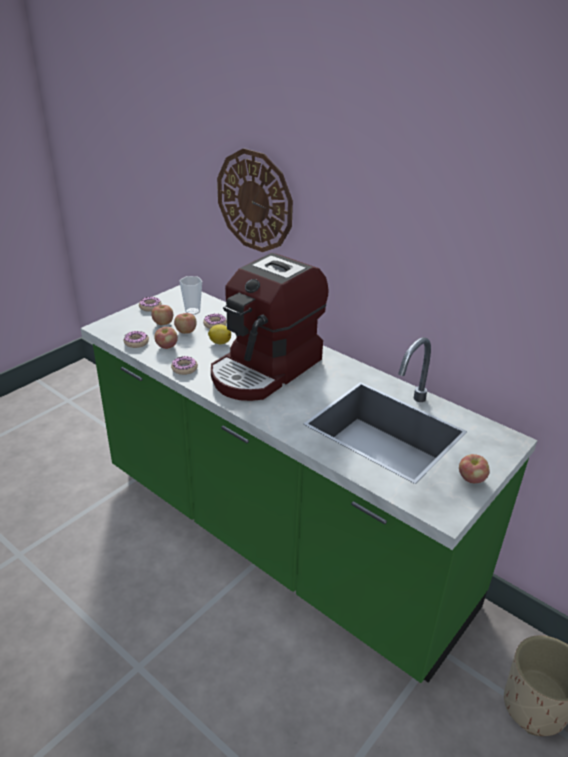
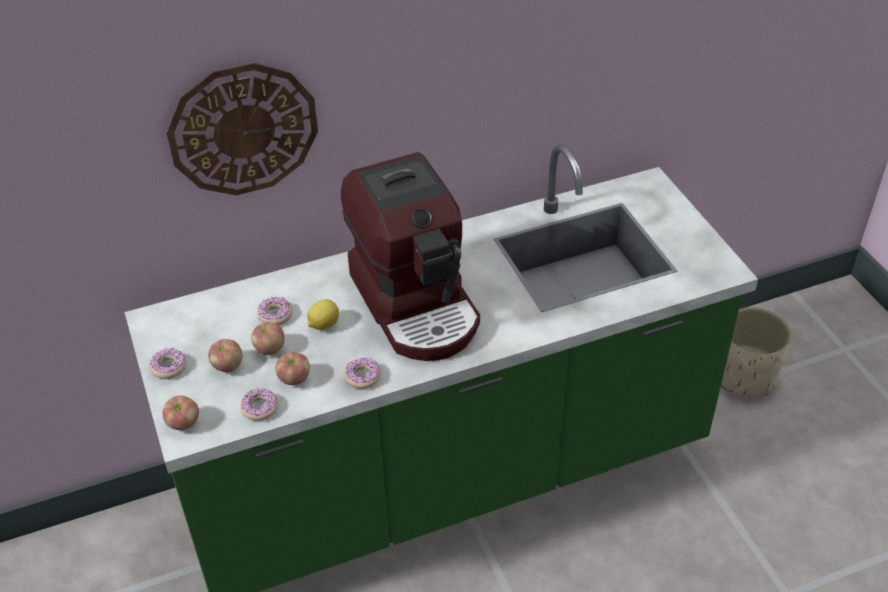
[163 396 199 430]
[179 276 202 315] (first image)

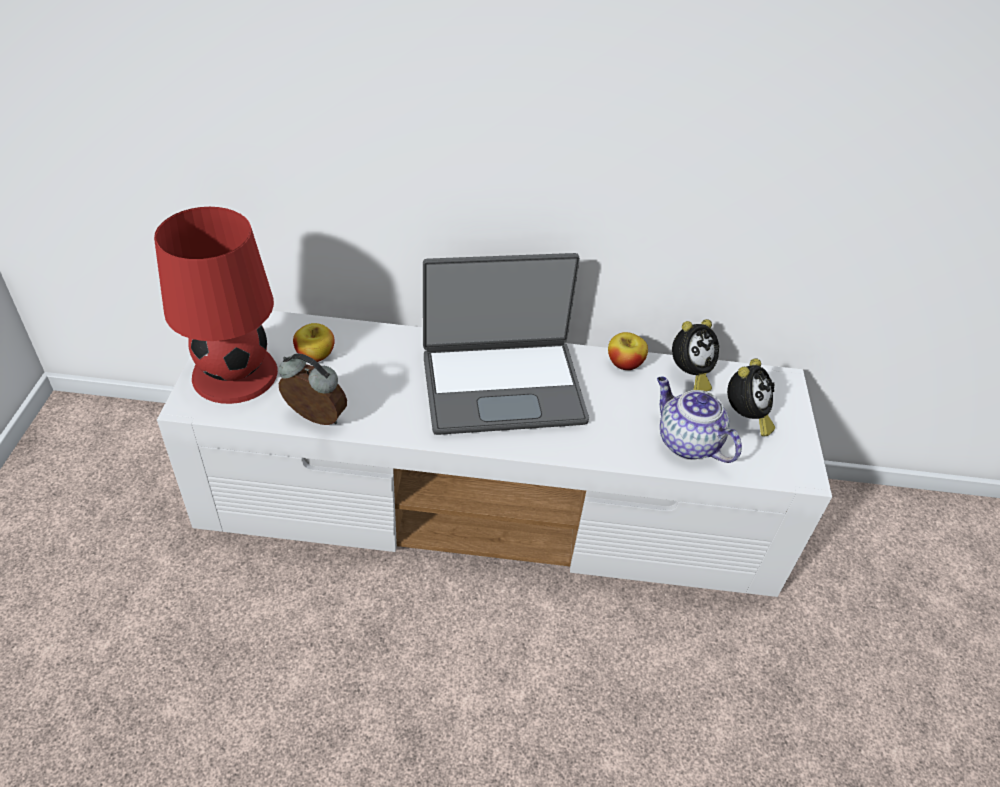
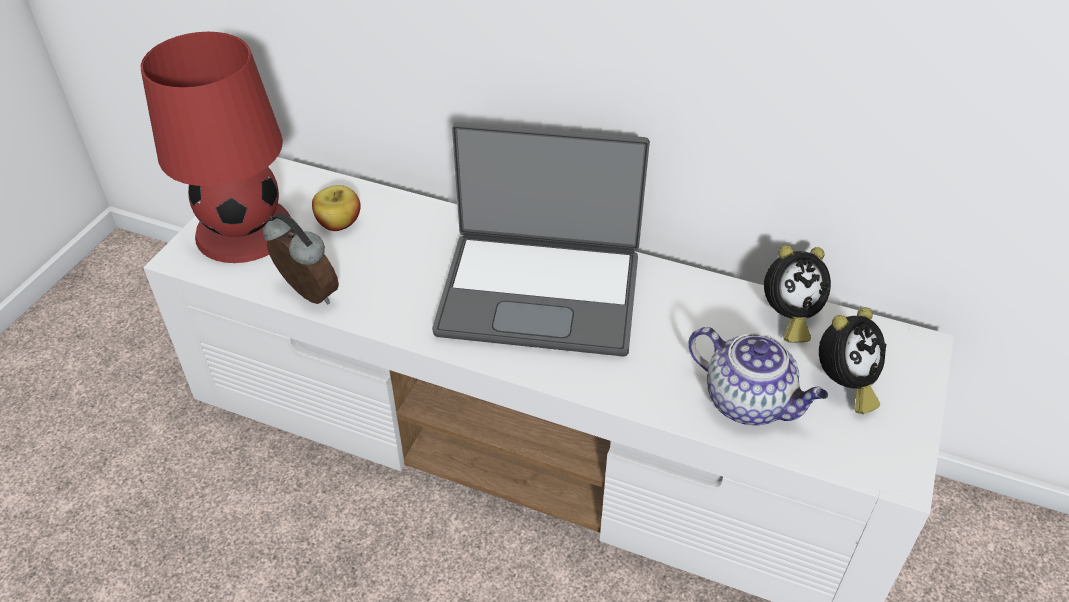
[688 327 828 426]
[608 332 648 370] (first image)

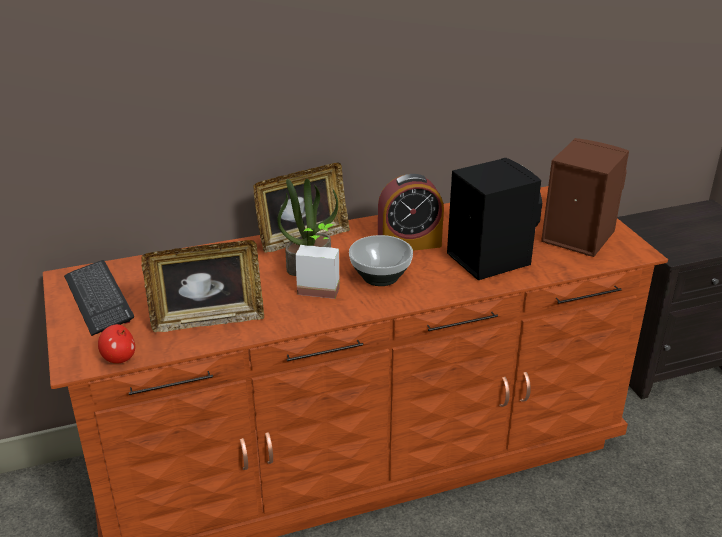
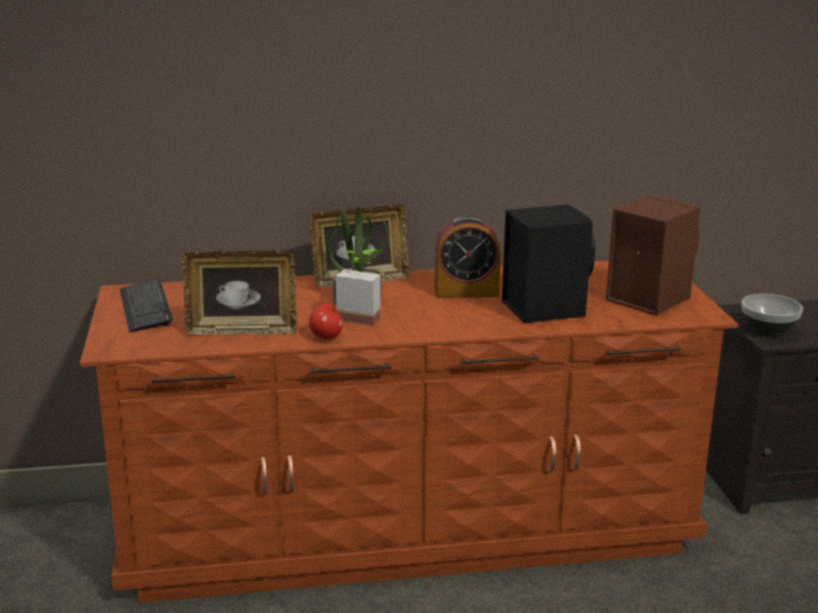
[309 304 343 340]
[741 294 803 337]

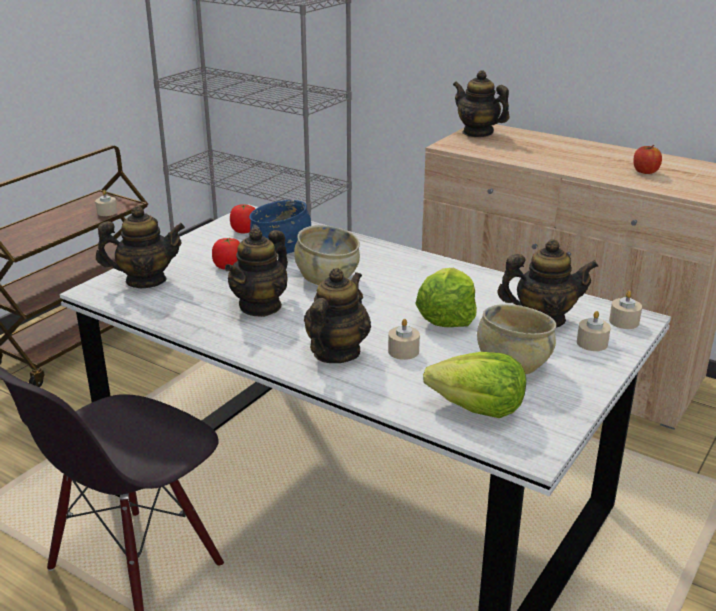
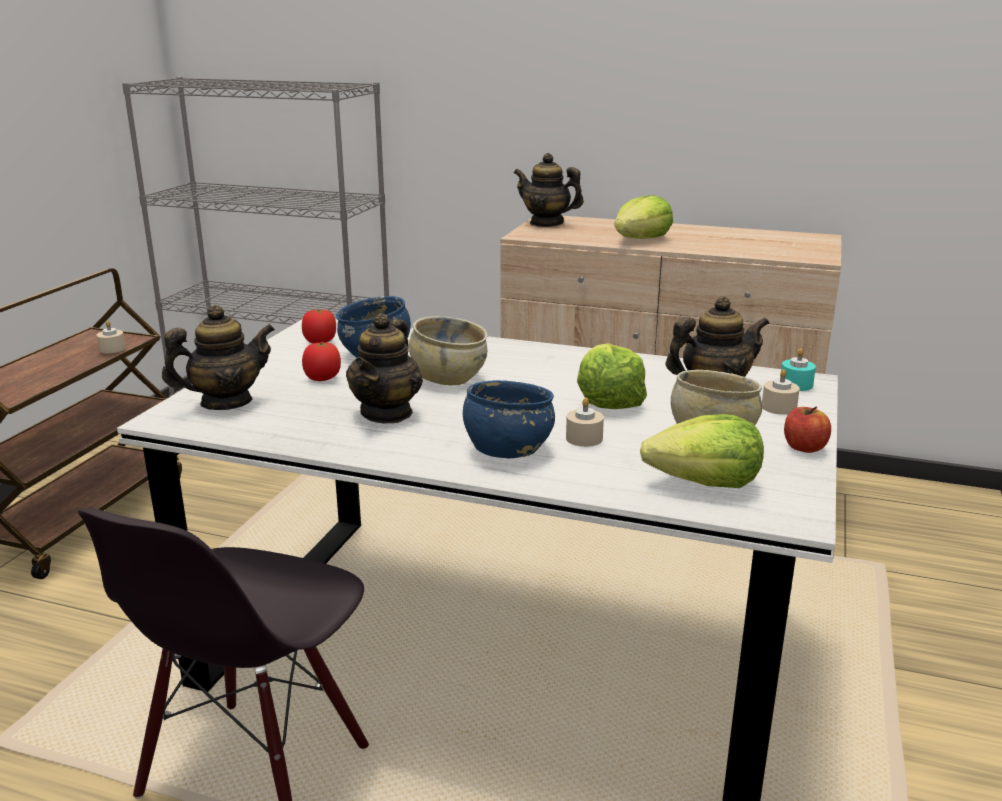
[463 380 555 458]
[614 195 673 239]
[780 348 816 391]
[784 407 831 453]

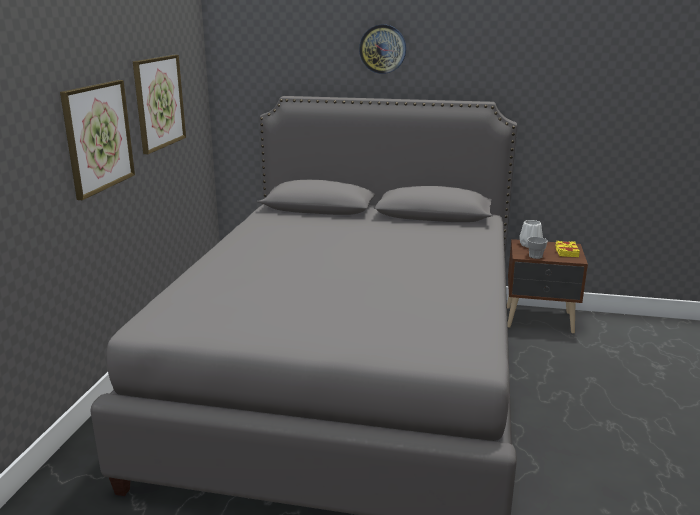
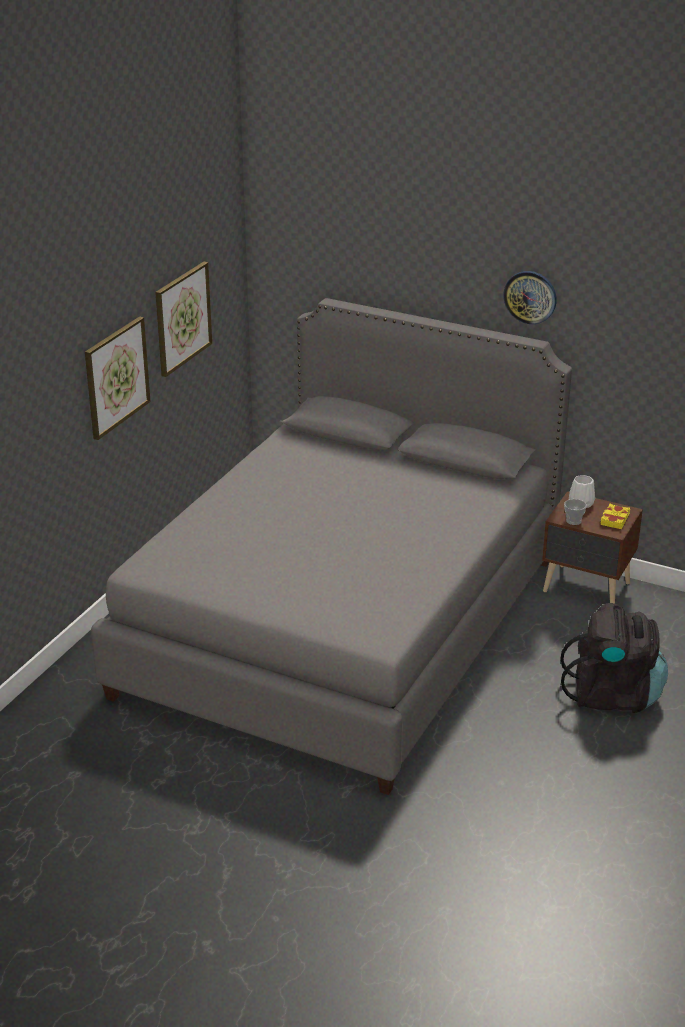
[503 271 557 324]
[560 603 668 713]

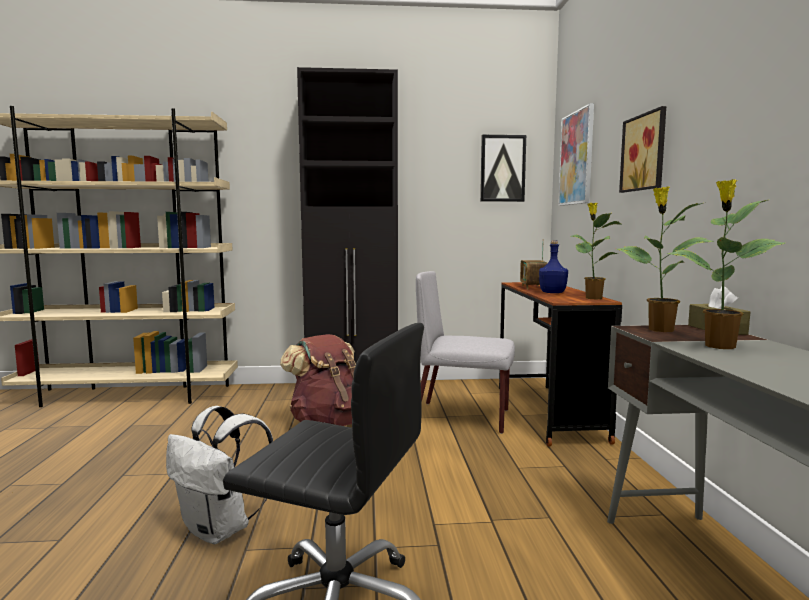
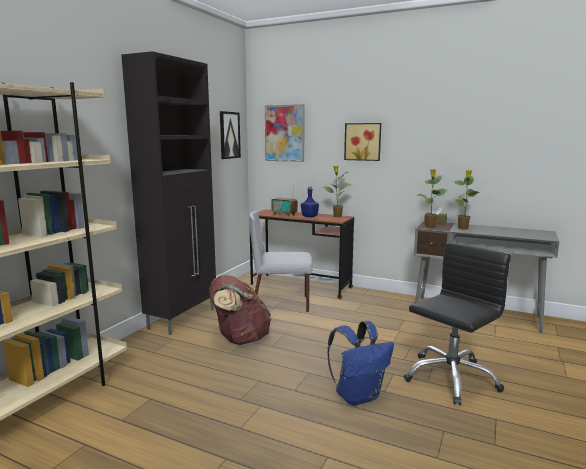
[249 210 313 312]
[327 321 394 406]

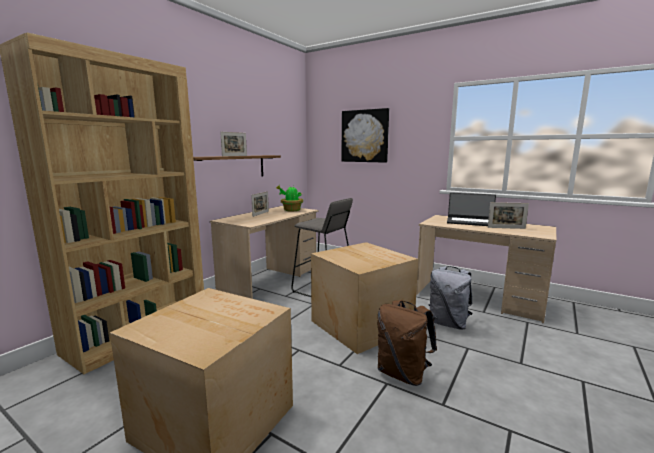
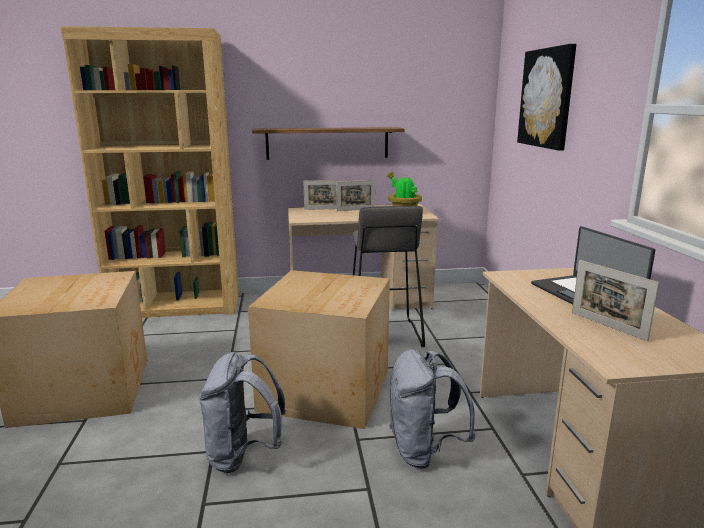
[198 352 286 473]
[303 180 344 210]

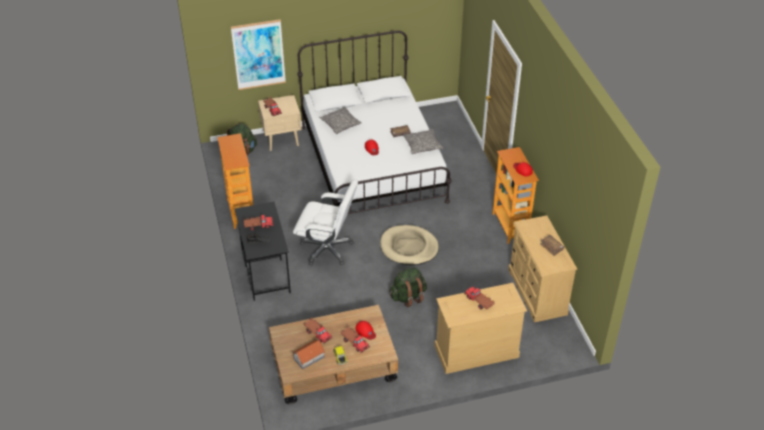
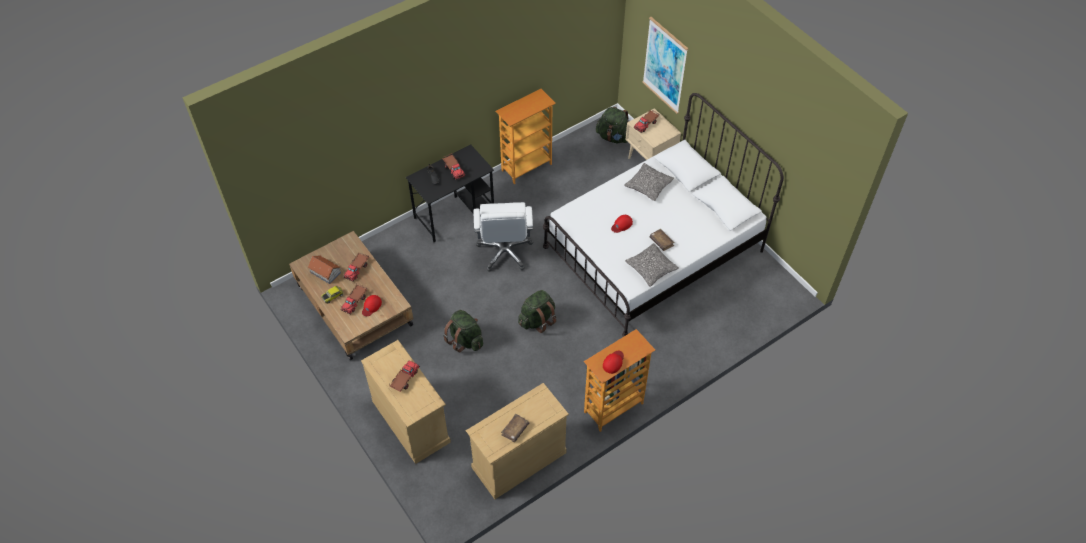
[518 290 556 333]

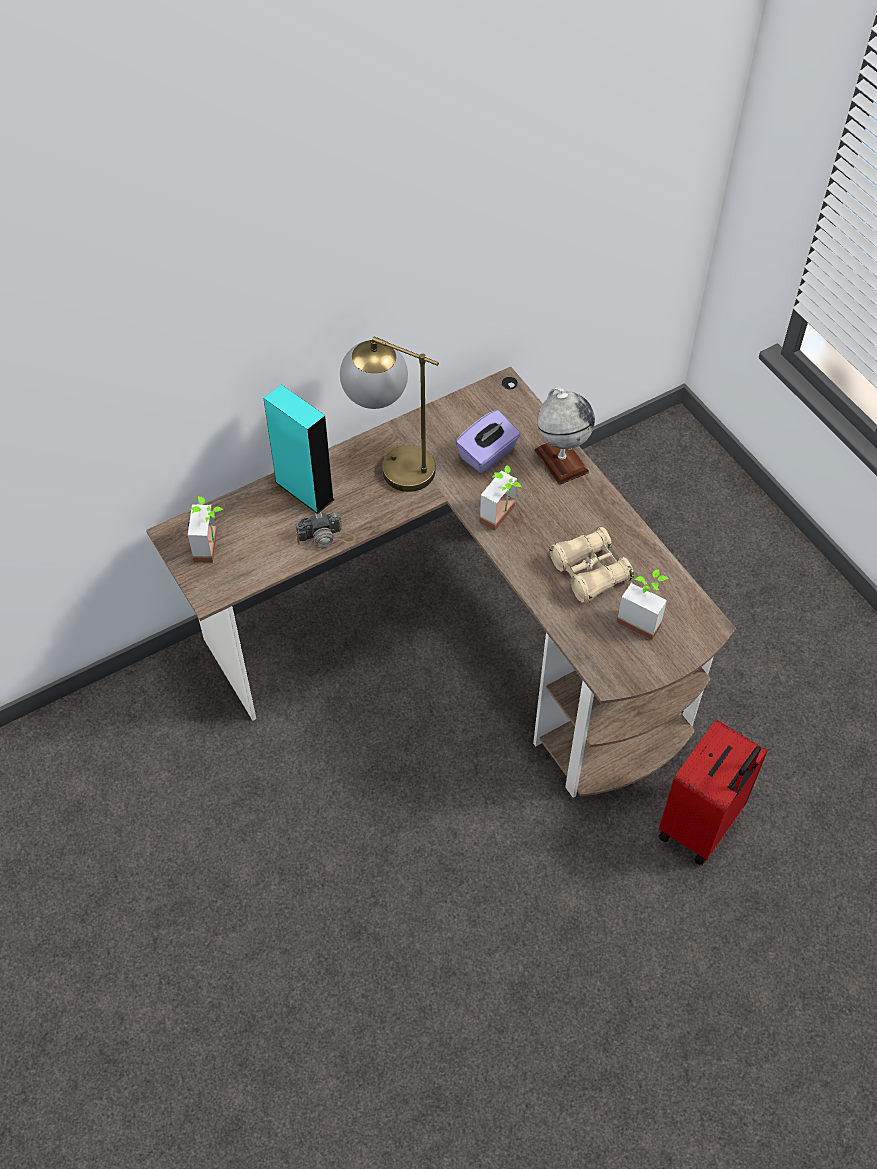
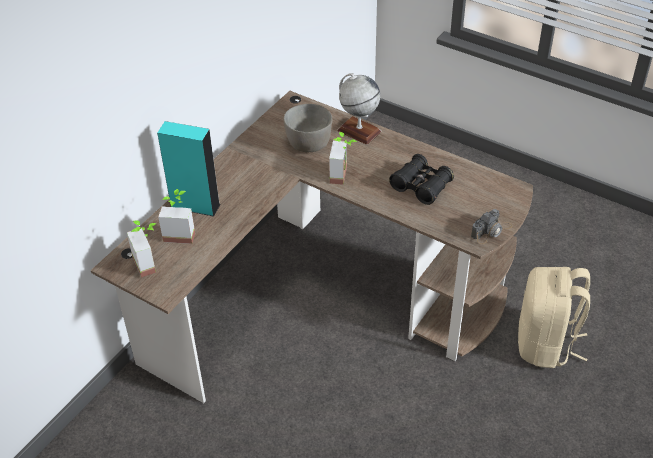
[158 189 195 244]
[284 104 333 152]
[389 154 454 205]
[471 209 513 244]
[518 267 590 368]
[340 337 439 492] (first image)

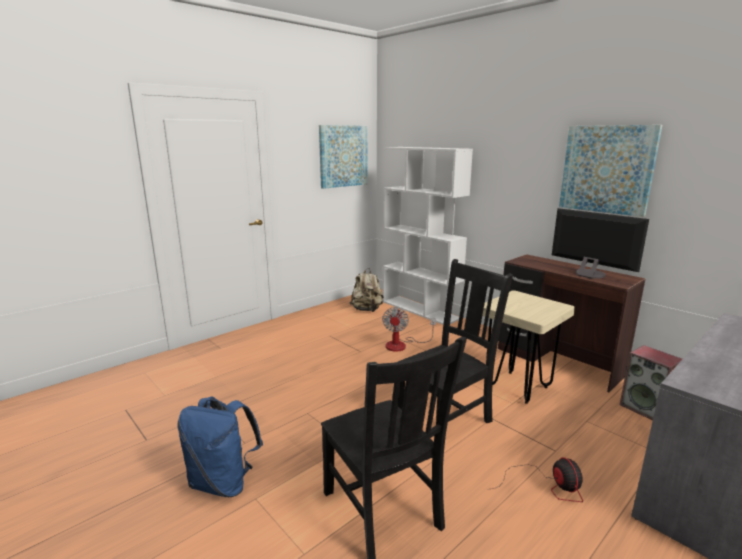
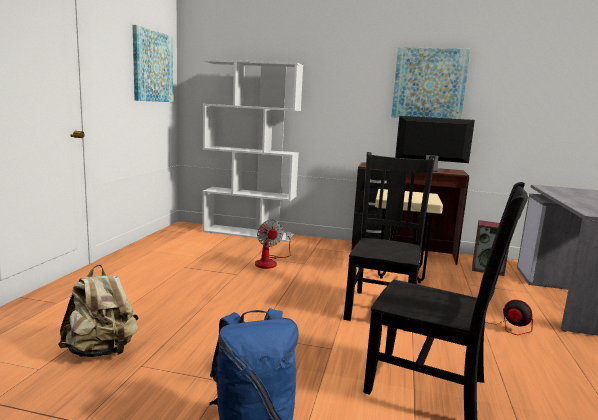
[58 265 139 357]

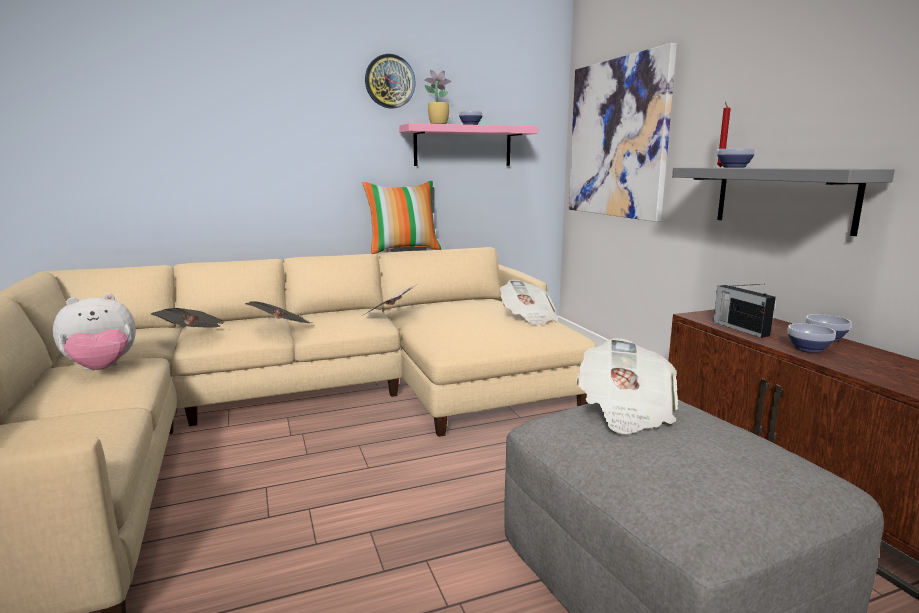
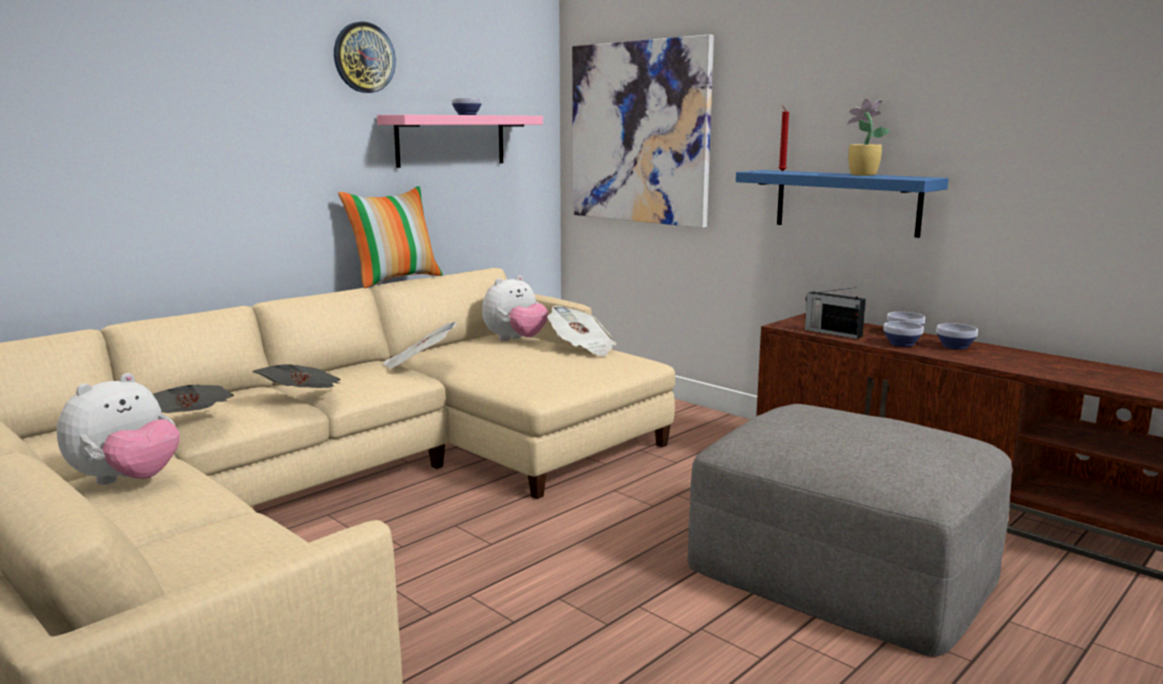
[482 275 548 341]
[736 170 949 238]
[847 98 890 176]
[936 323 978 350]
[576 338 678 434] (first image)

